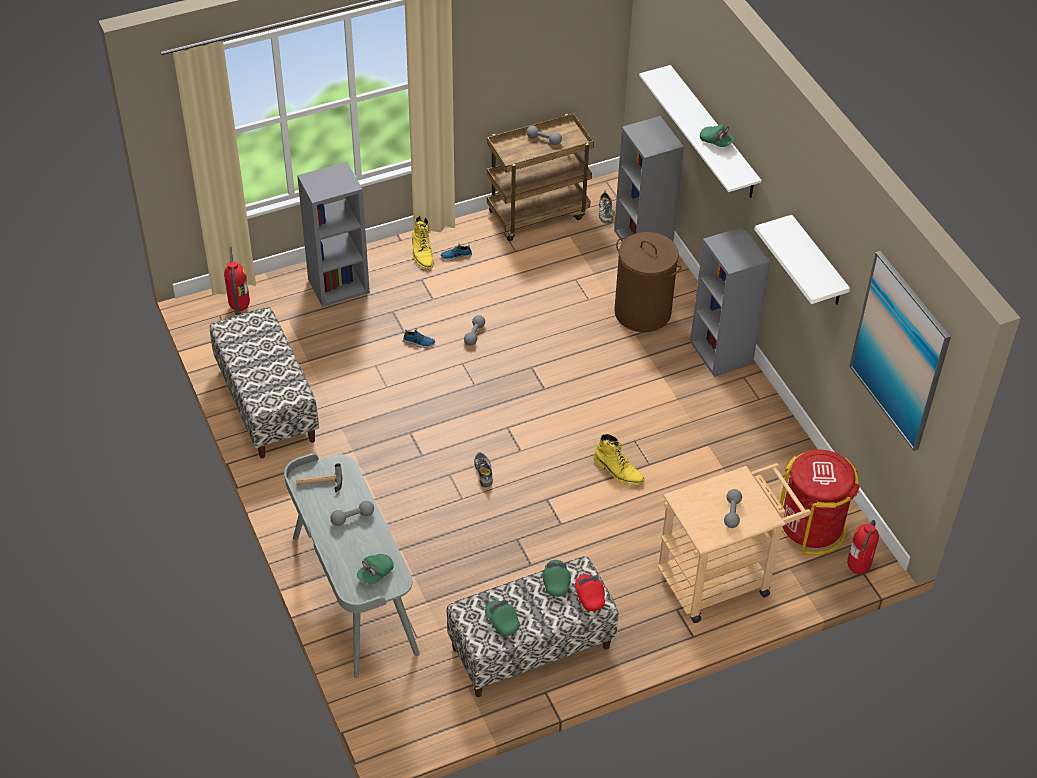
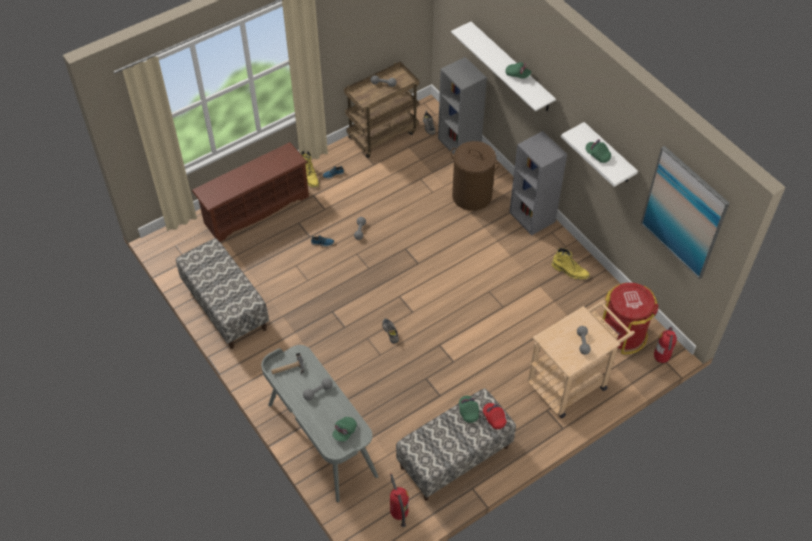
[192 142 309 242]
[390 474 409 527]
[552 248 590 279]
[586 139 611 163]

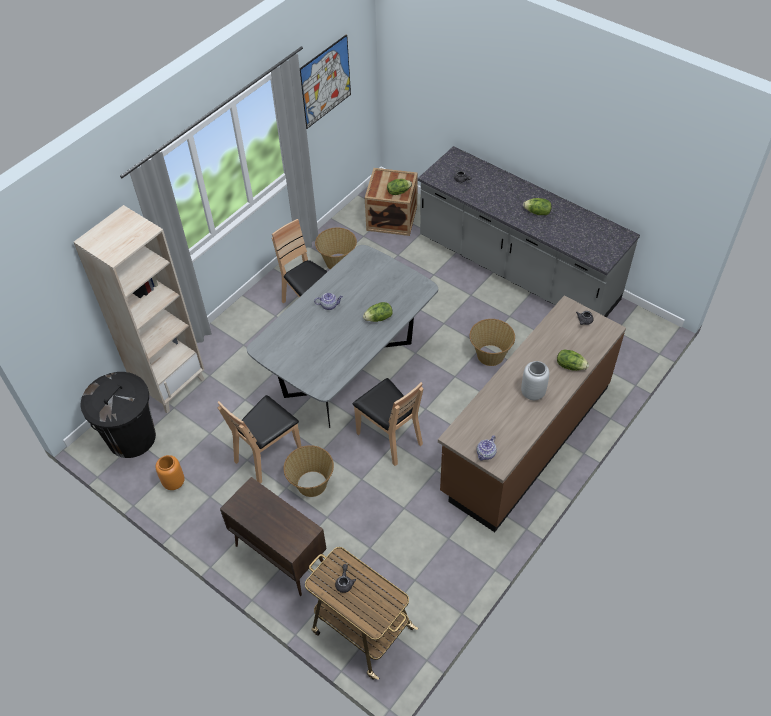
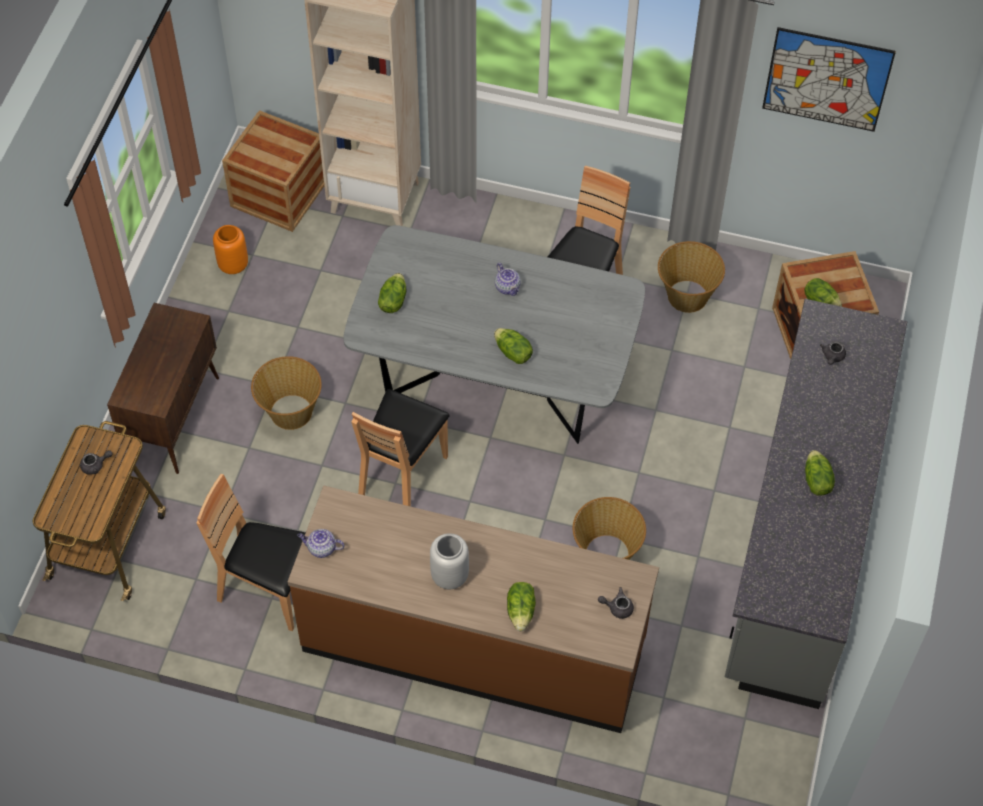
[197 474 305 631]
[222 110 324 232]
[378 273 406 313]

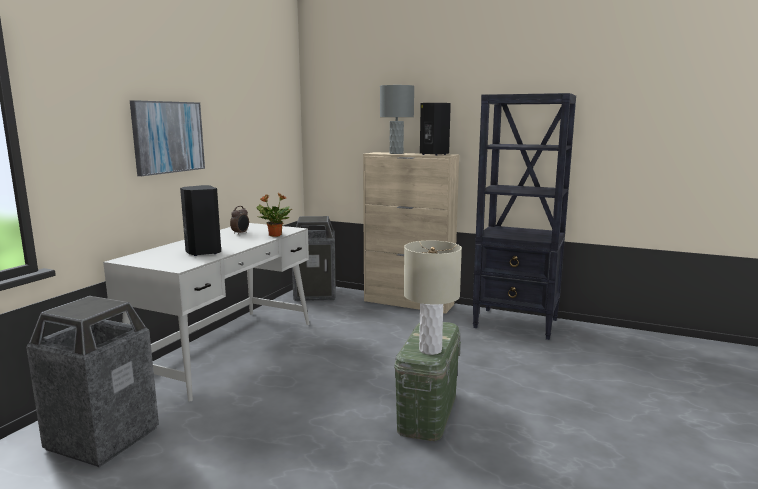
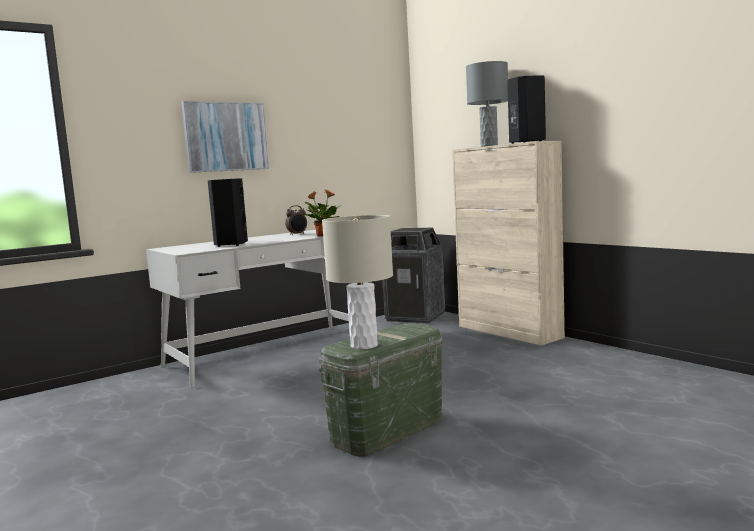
[26 296 159 467] (first image)
[473 93 576 340] (first image)

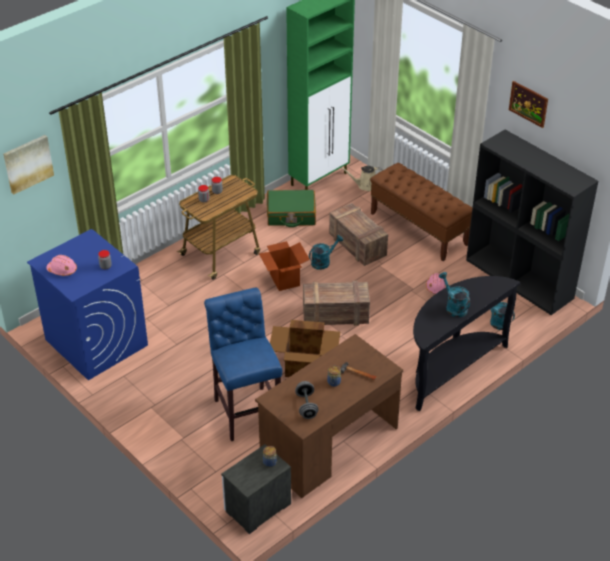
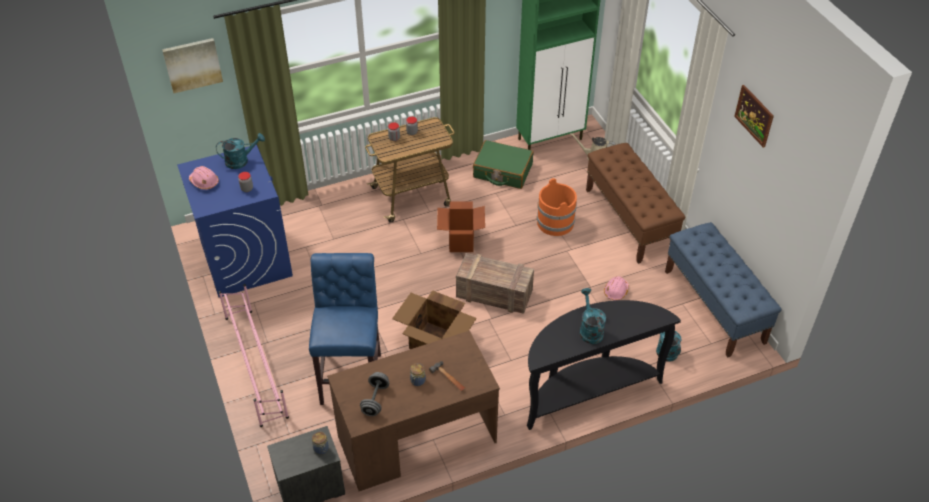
[216 133 265 169]
[219 284 289 427]
[537 178 577 236]
[665 222 782 357]

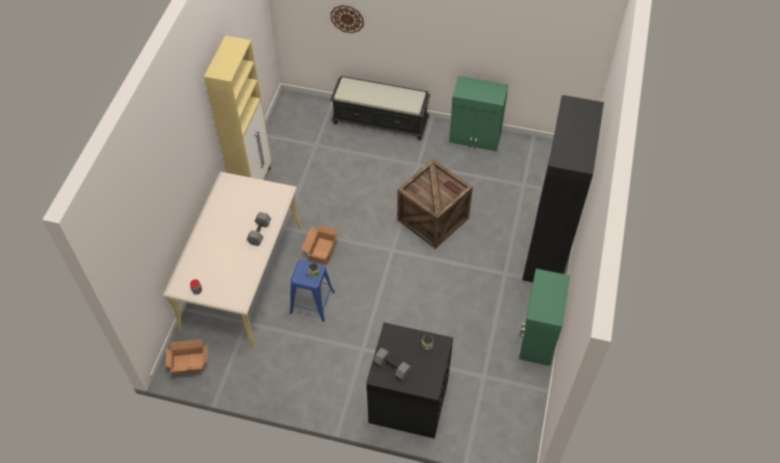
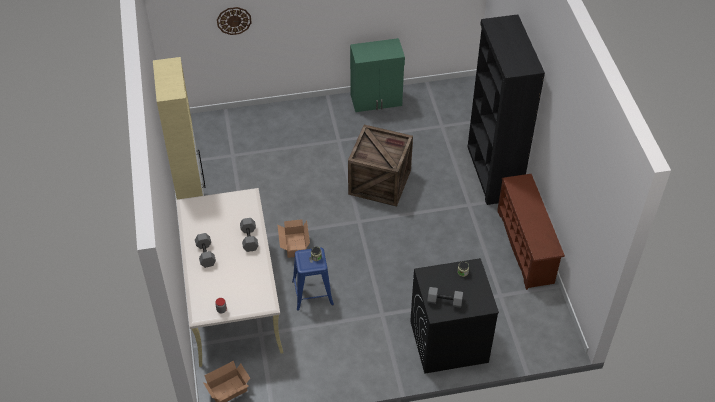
[195 233 216 268]
[497 174 565 290]
[330 76 430 140] (first image)

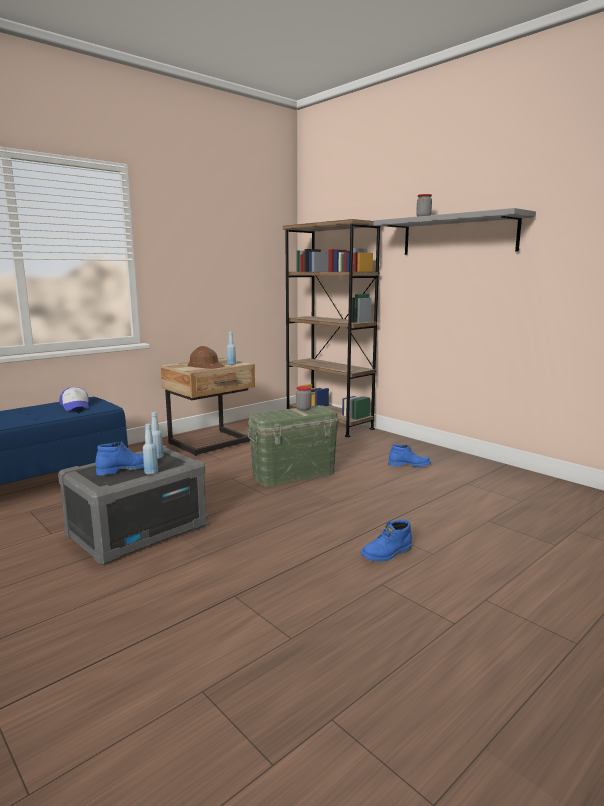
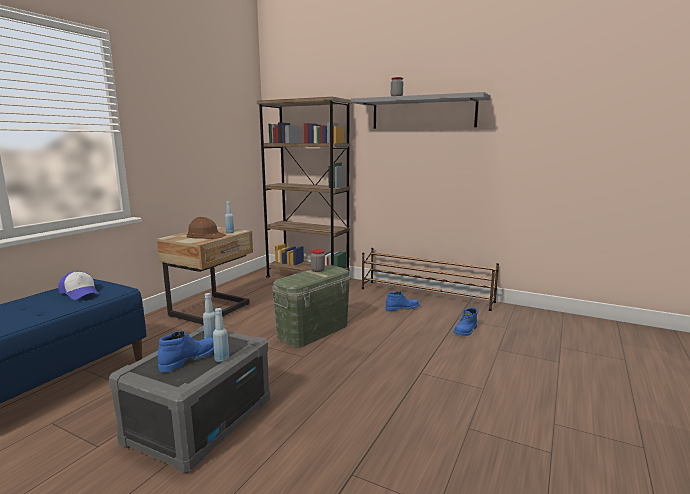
[362 248 499 311]
[453 307 478 336]

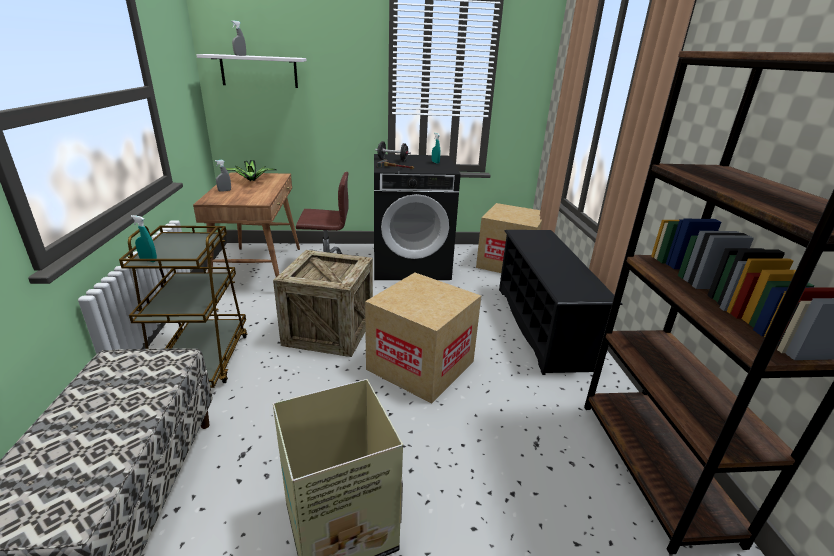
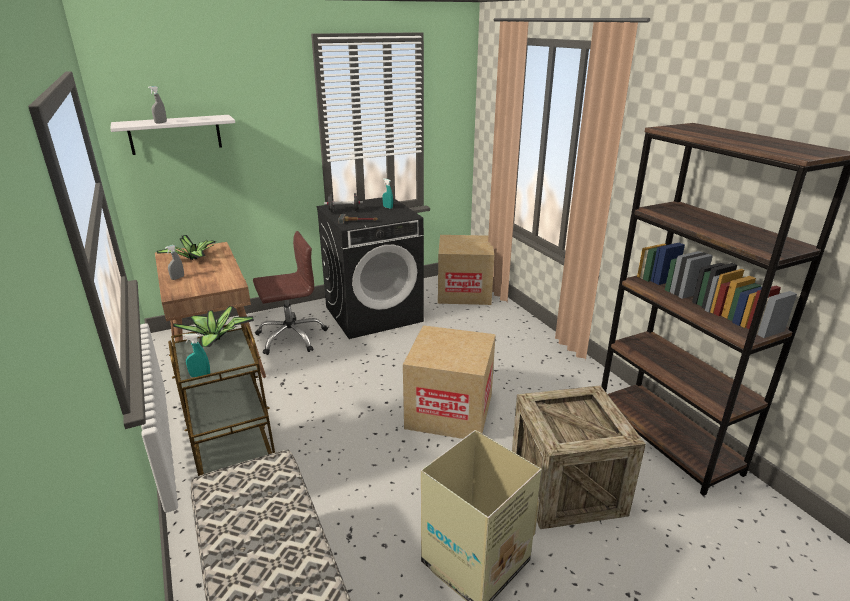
[173 306 254 347]
[512 385 646 529]
[499 230 623 375] (first image)

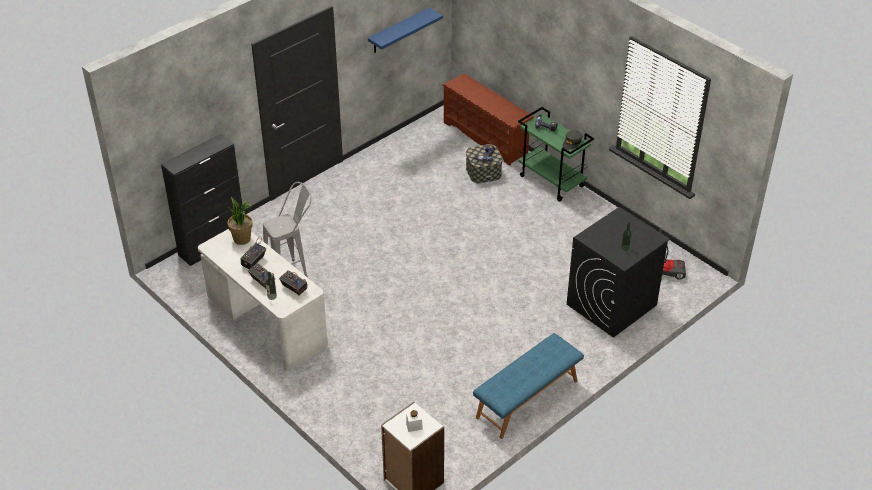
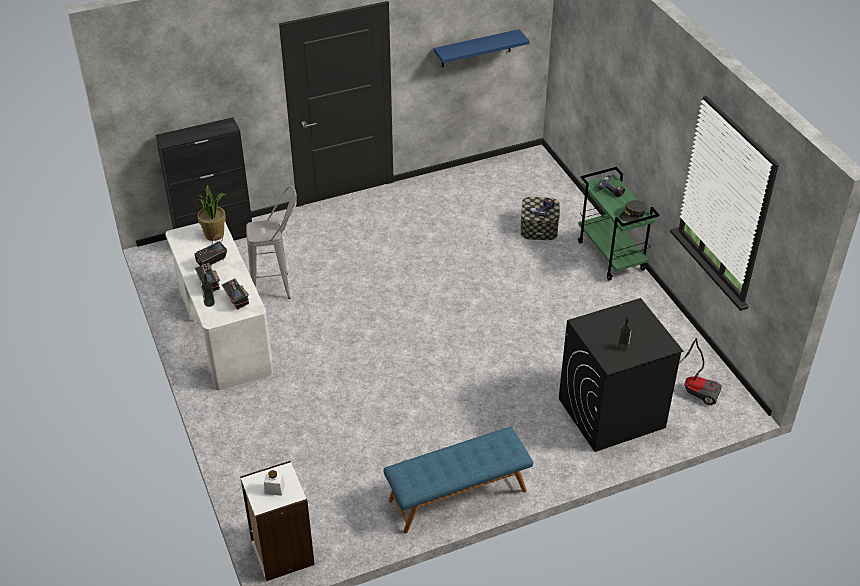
[443 73 534 166] (first image)

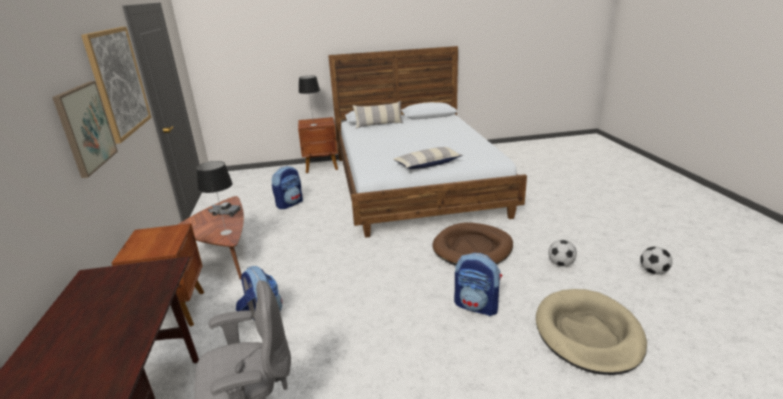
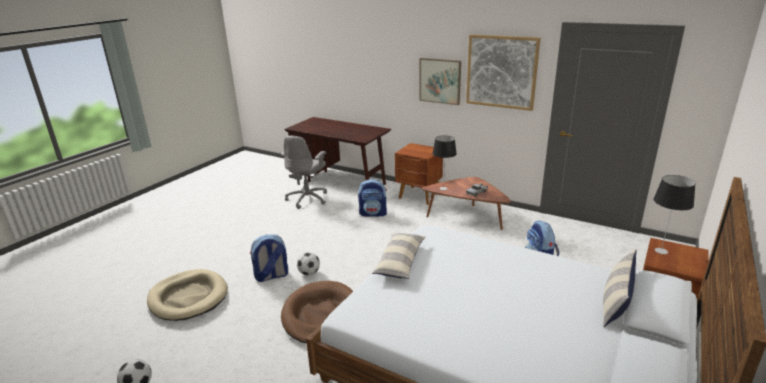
[297 252 320 275]

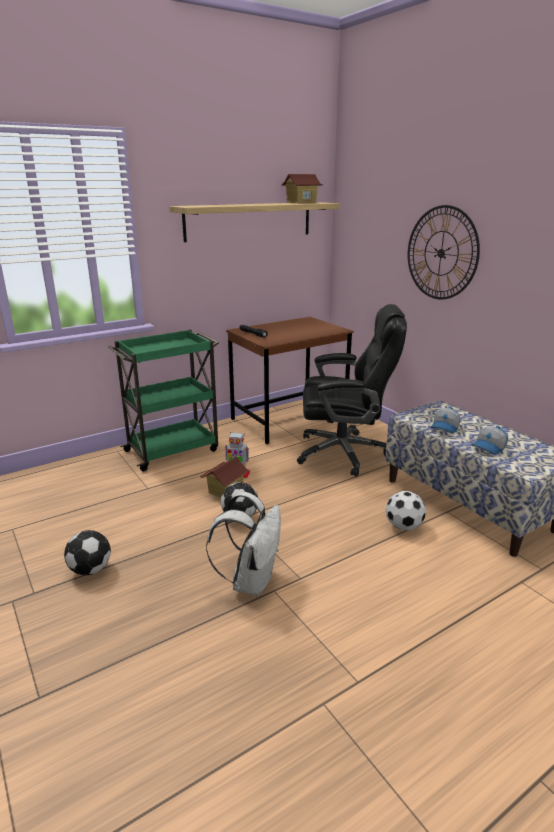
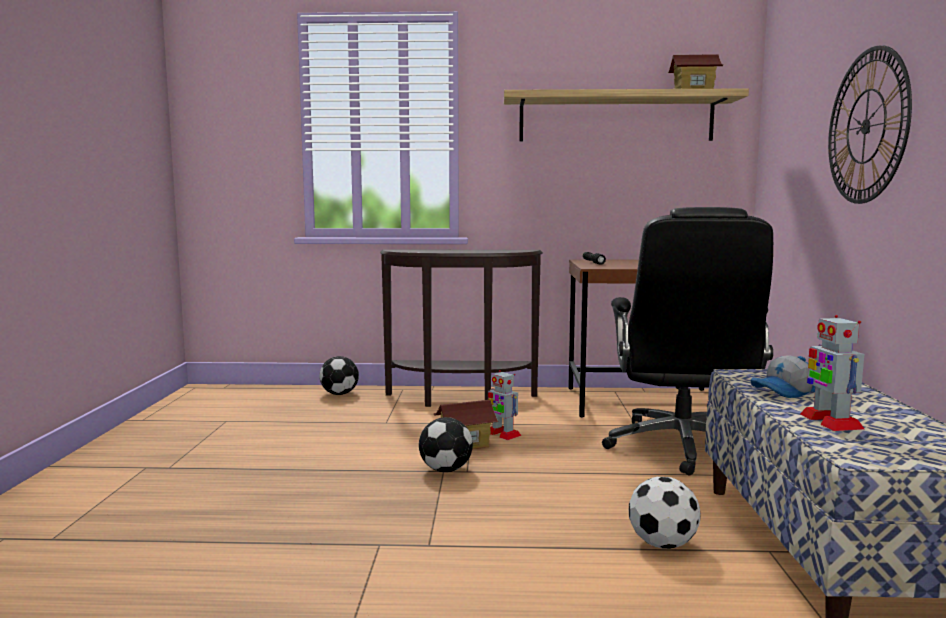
[319 356 359 395]
[380 249 543 407]
[602 207 773 476]
[800 315 864 431]
[206 492 281 596] (first image)

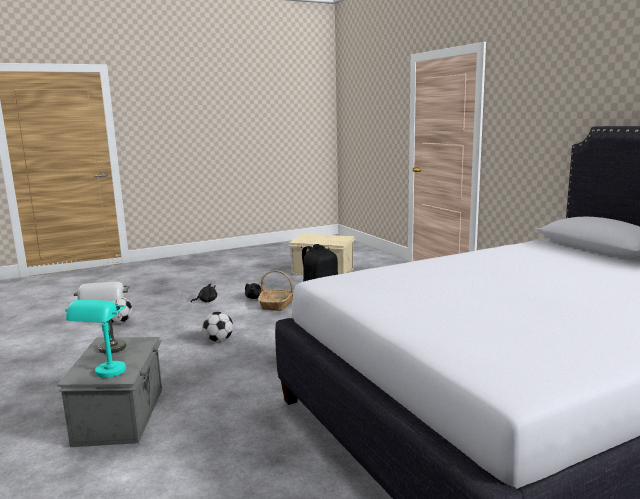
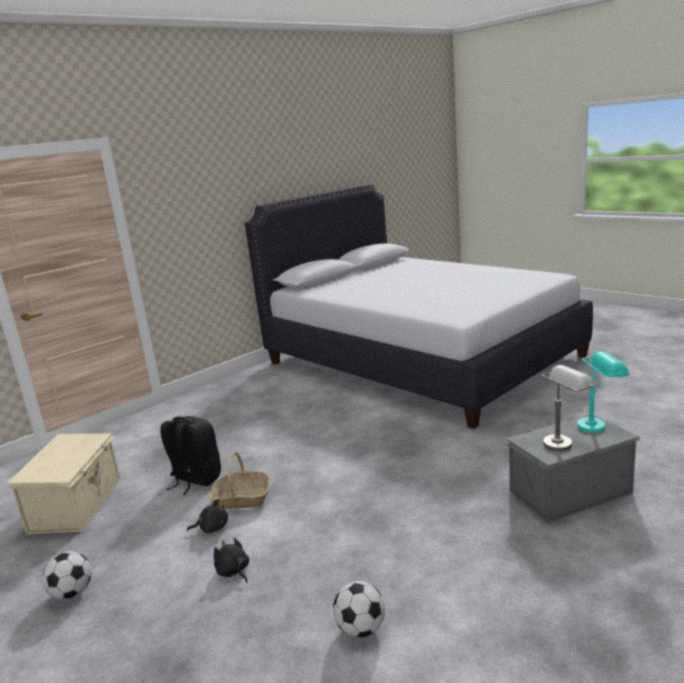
[42 551 92 599]

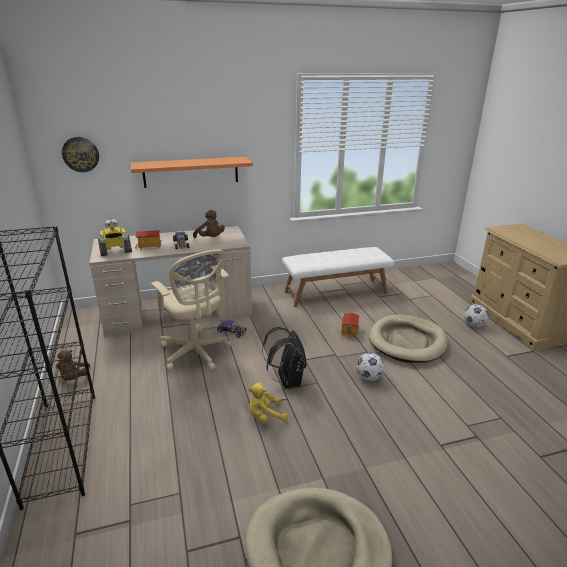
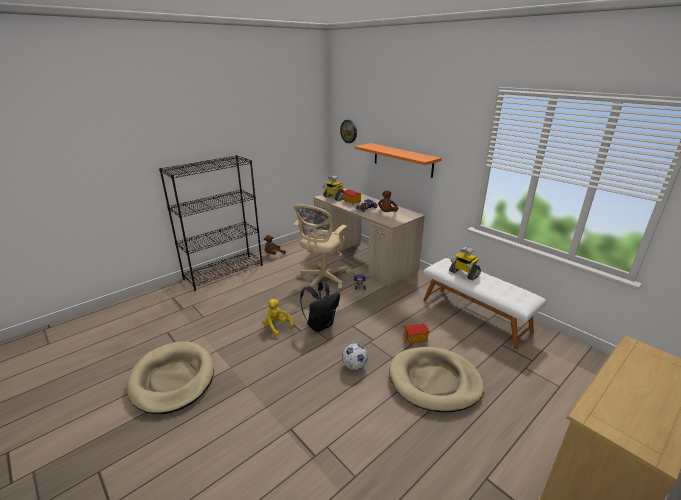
[449 247 481 281]
[464 304 489 328] (first image)

